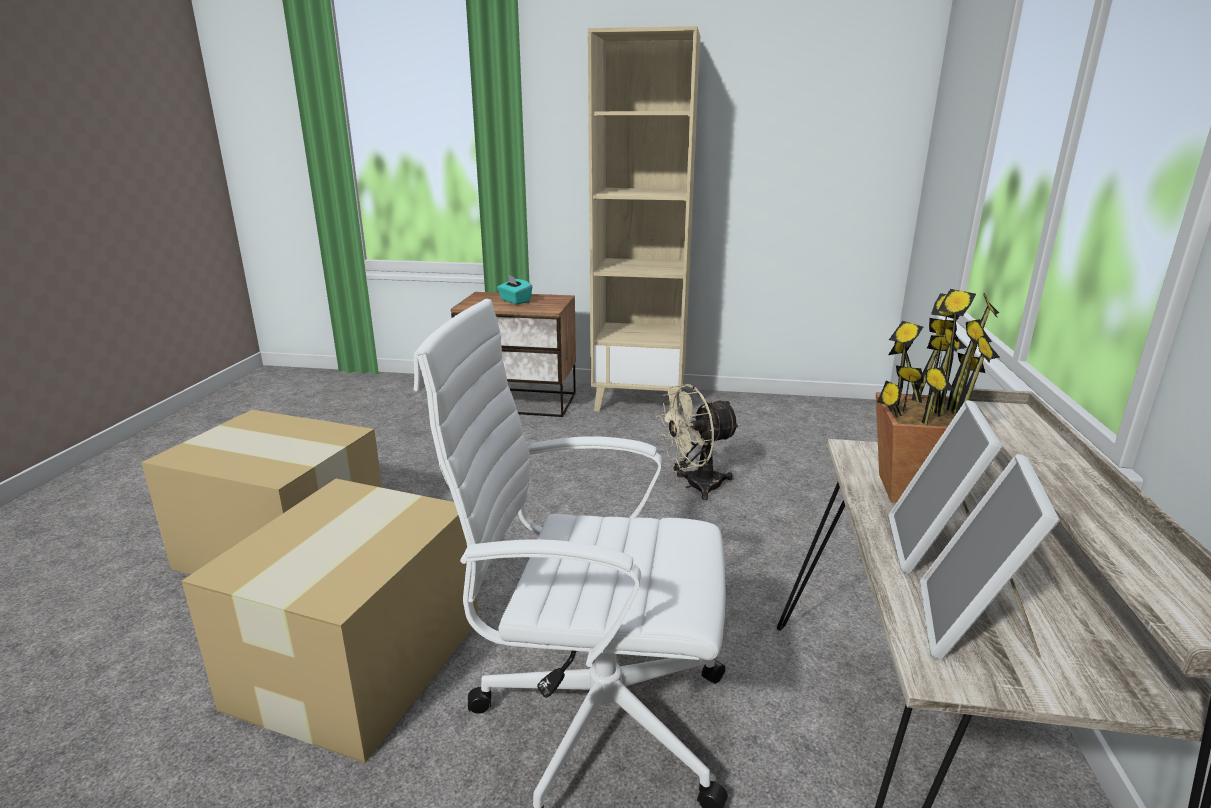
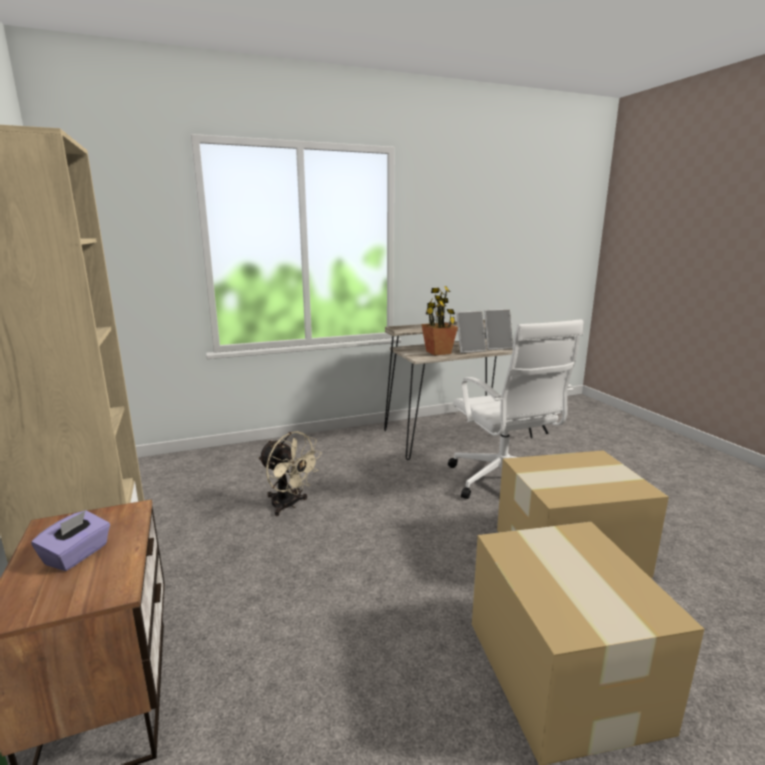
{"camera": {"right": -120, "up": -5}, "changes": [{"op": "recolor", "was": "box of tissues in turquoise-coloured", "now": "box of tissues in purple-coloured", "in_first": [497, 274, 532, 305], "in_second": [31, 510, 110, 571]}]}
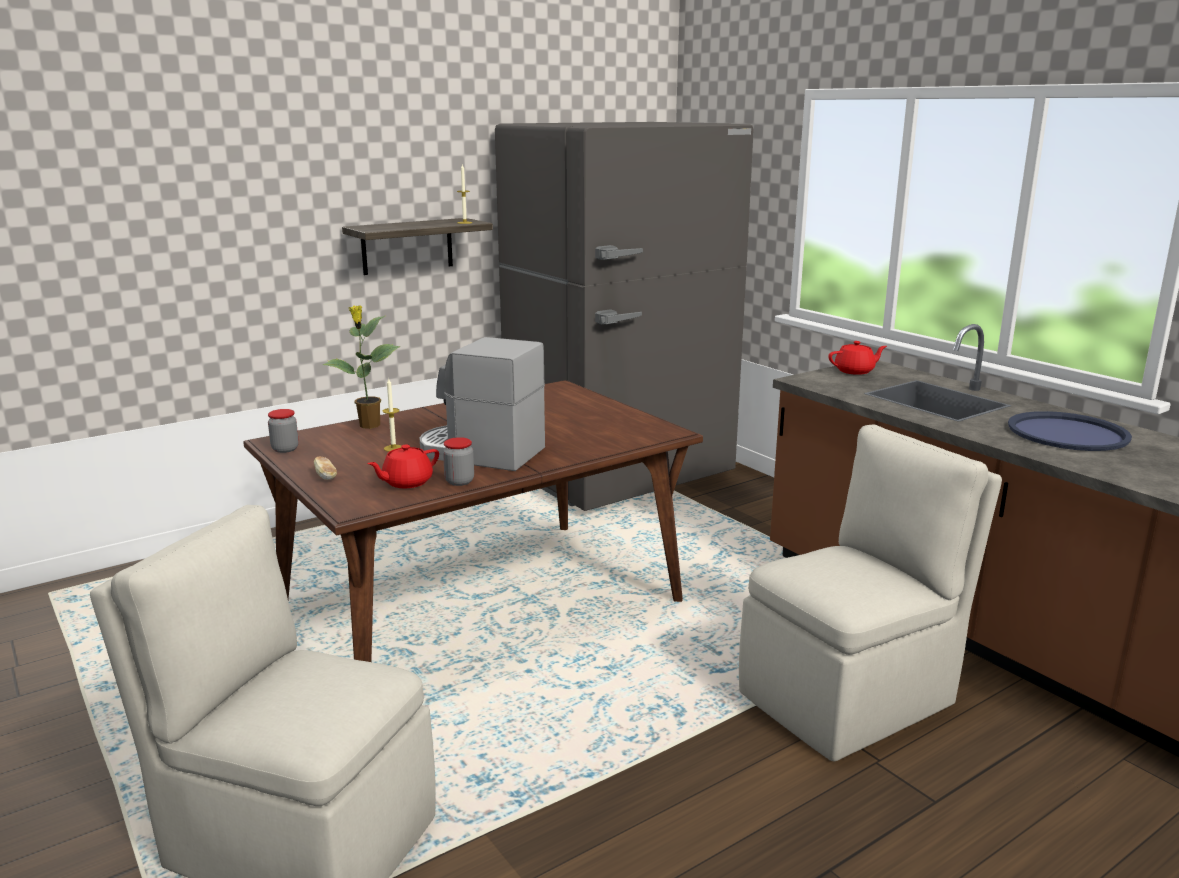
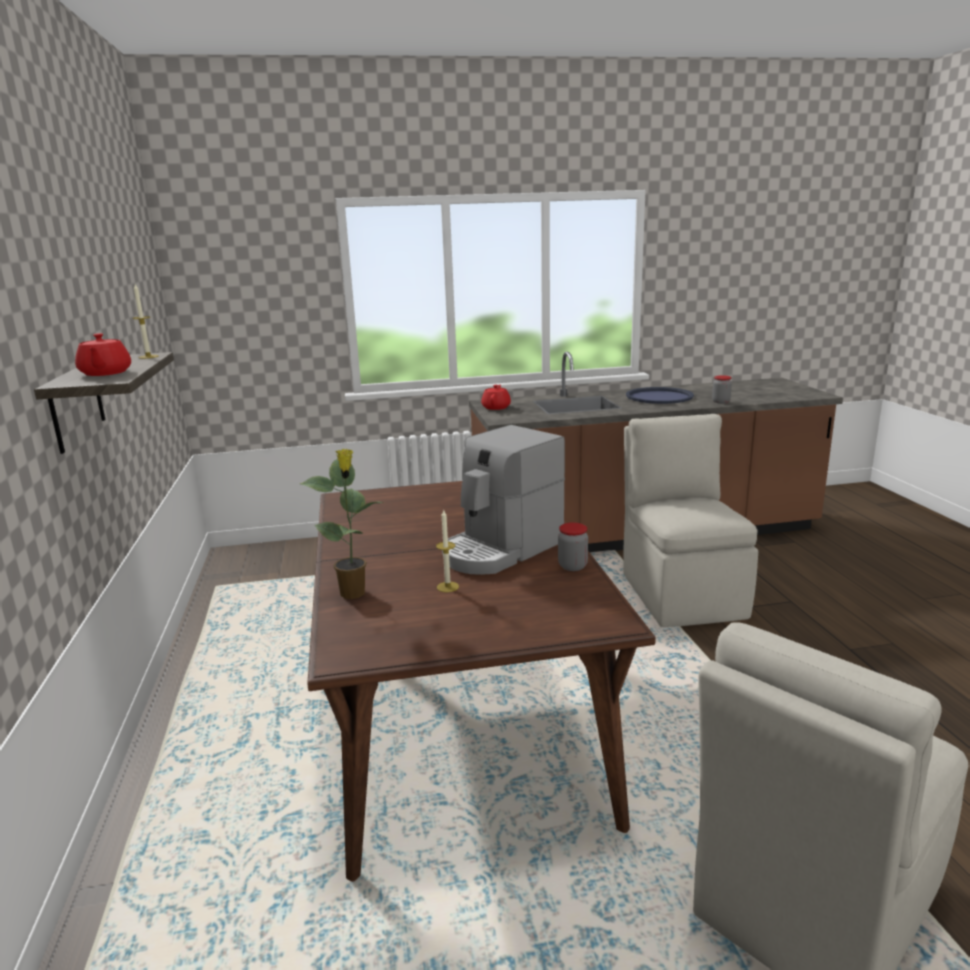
{"camera": {"right": -65, "up": 0}, "changes": [{"op": "delete", "was": "bread", "in_first": [314, 457, 337, 480]}, {"op": "delete", "was": "refrigerator in gray", "in_first": [495, 122, 754, 511]}, {"op": "move", "was": "storage jar", "in_first": [268, 409, 299, 453], "in_second": [712, 375, 732, 404]}, {"op": "move", "was": "pot for tea in red-coloured", "in_first": [367, 444, 439, 488], "in_second": [75, 333, 131, 376]}]}
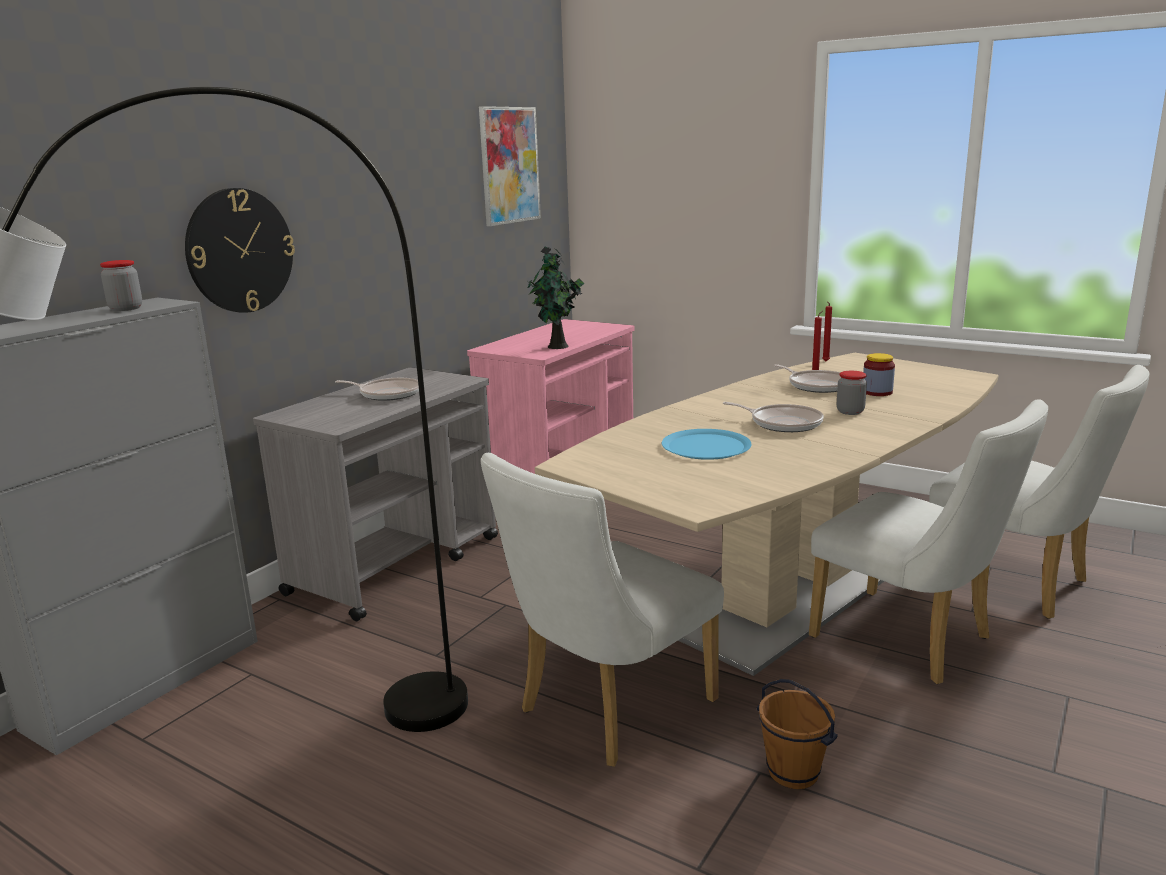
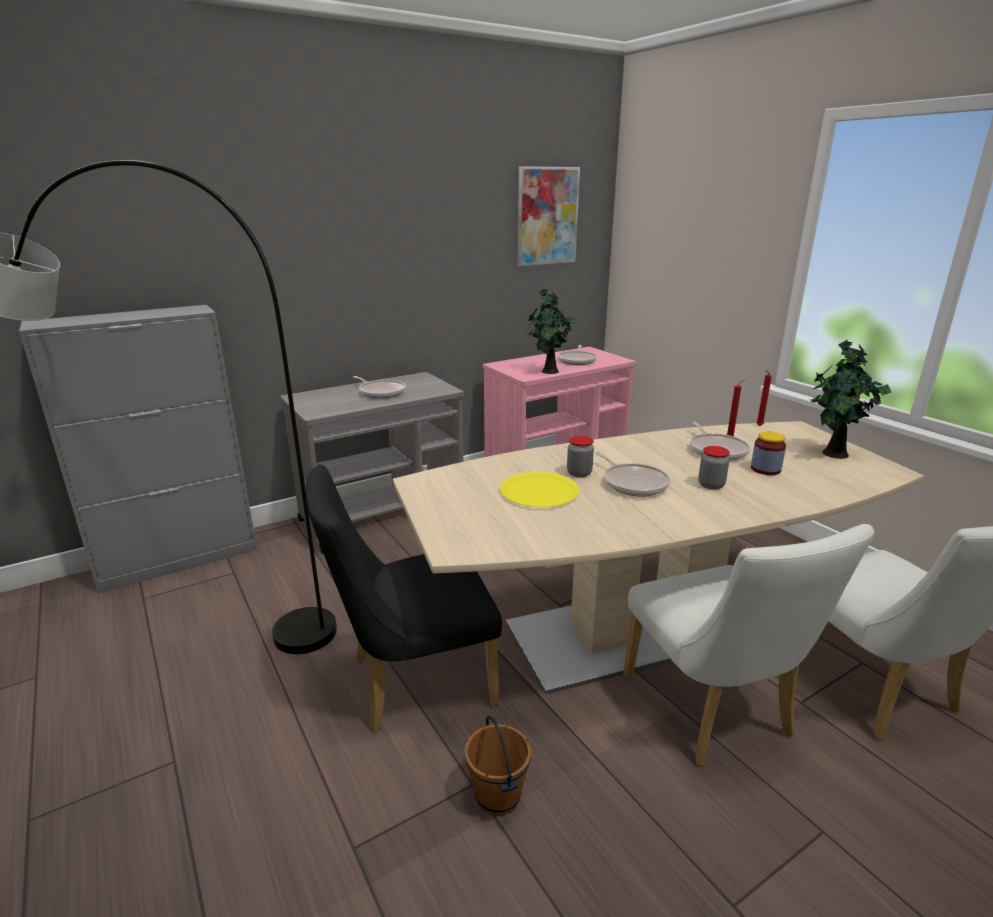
{"camera": {"right": 25, "up": 5}, "changes": [{"op": "delete", "was": "clock on the wall", "in_first": [185, 188, 295, 313]}, {"op": "insert", "now": "skillet", "in_second": [558, 345, 597, 365]}, {"op": "insert", "now": "houseplant", "in_second": [810, 340, 891, 459]}, {"op": "move", "was": "storage jar", "in_first": [100, 260, 142, 311], "in_second": [567, 435, 594, 477]}, {"op": "recolor", "was": "upright chair in white", "now": "upright chair in black", "in_first": [481, 453, 724, 767], "in_second": [306, 464, 502, 733]}, {"op": "recolor", "was": "plate in bluish", "now": "plate in yellow-coloured", "in_first": [662, 429, 752, 460], "in_second": [500, 472, 579, 507]}]}
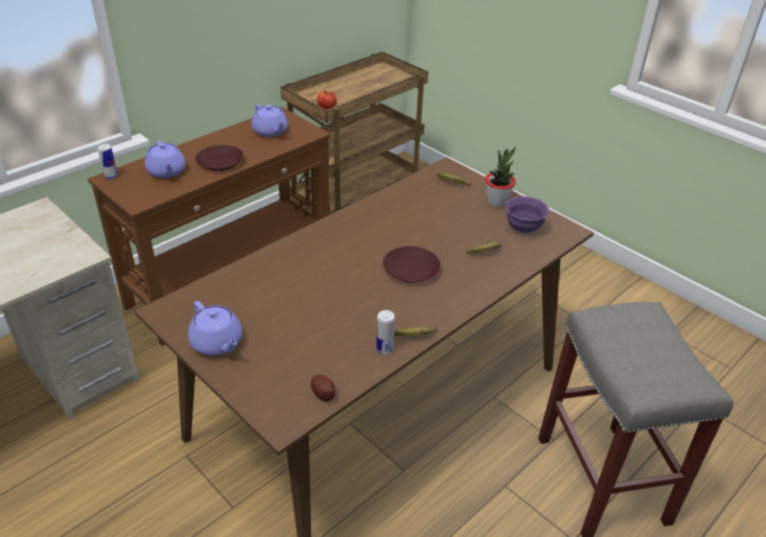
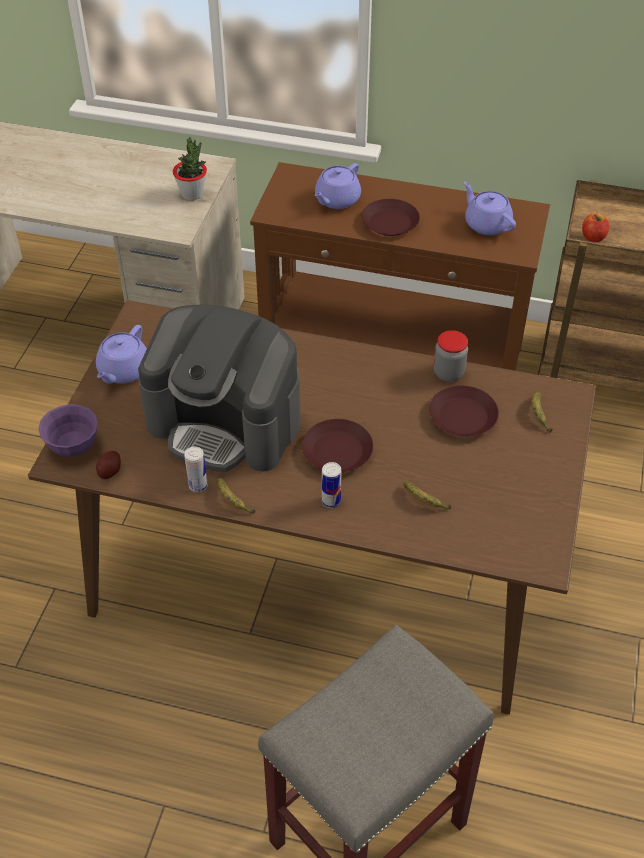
{"camera": {"right": 60, "up": 10}, "changes": [{"op": "insert", "now": "coffee machine", "in_second": [138, 304, 301, 472]}, {"op": "insert", "now": "plate in brown", "in_second": [429, 385, 499, 437]}, {"op": "insert", "now": "storage jar", "in_second": [434, 330, 468, 382]}, {"op": "move", "was": "sealed can", "in_first": [98, 144, 118, 180], "in_second": [322, 462, 341, 508]}, {"op": "move", "was": "houseplant", "in_first": [485, 147, 516, 207], "in_second": [173, 137, 207, 200]}, {"op": "move", "was": "serving bowl in purple-coloured", "in_first": [505, 196, 549, 233], "in_second": [38, 404, 98, 457]}, {"op": "rotate", "was": "pot for tea in purple-coloured", "in_first": [251, 104, 288, 137], "in_second": [464, 181, 516, 235], "clockwise": 120}]}
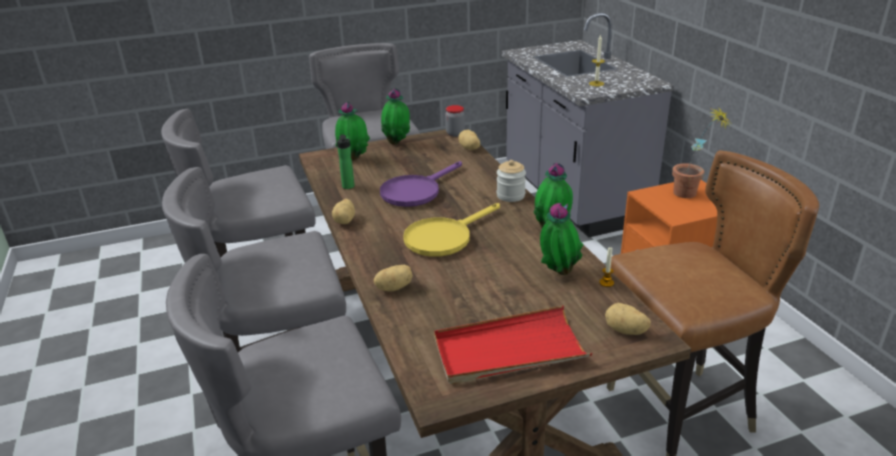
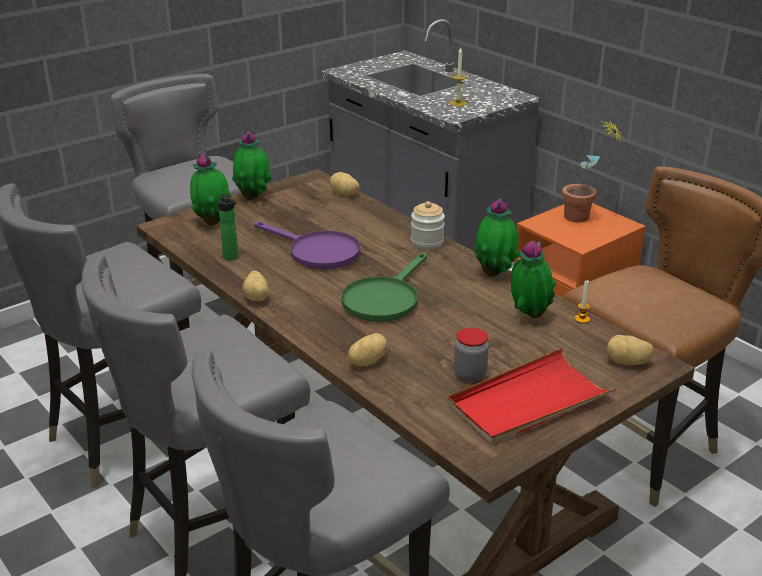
{"camera": {"right": -20, "up": 0}, "changes": [{"op": "move", "was": "storage jar", "in_first": [445, 105, 465, 137], "in_second": [454, 328, 489, 382]}, {"op": "recolor", "was": "skillet in yellow-coloured", "now": "skillet in greenish", "in_first": [403, 203, 500, 257], "in_second": [341, 252, 427, 322]}, {"op": "rotate", "was": "skillet in purple-coloured", "in_first": [380, 161, 462, 207], "in_second": [255, 221, 361, 269], "clockwise": -75}]}
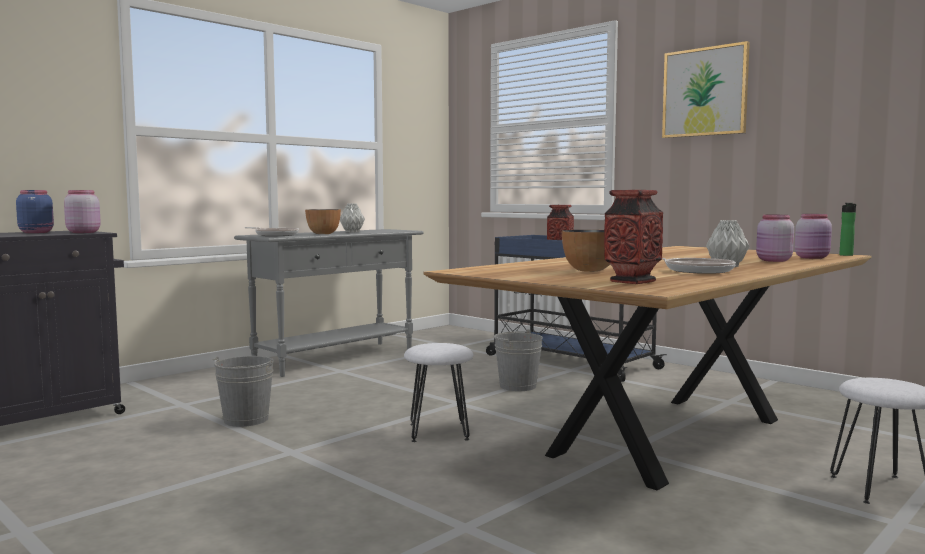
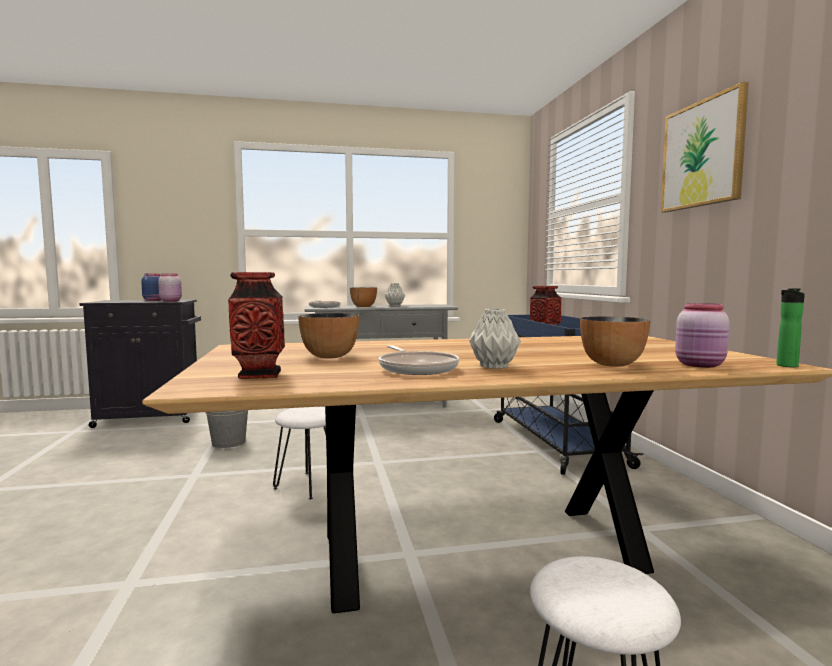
{"camera": {"right": 35, "up": 0}, "changes": [{"op": "delete", "was": "pail in gray", "in_first": [494, 329, 543, 391]}, {"op": "replace", "was": "storage jar in pink", "now": "serving bowl", "in_first": [756, 215, 794, 262], "in_second": [580, 316, 650, 367]}]}
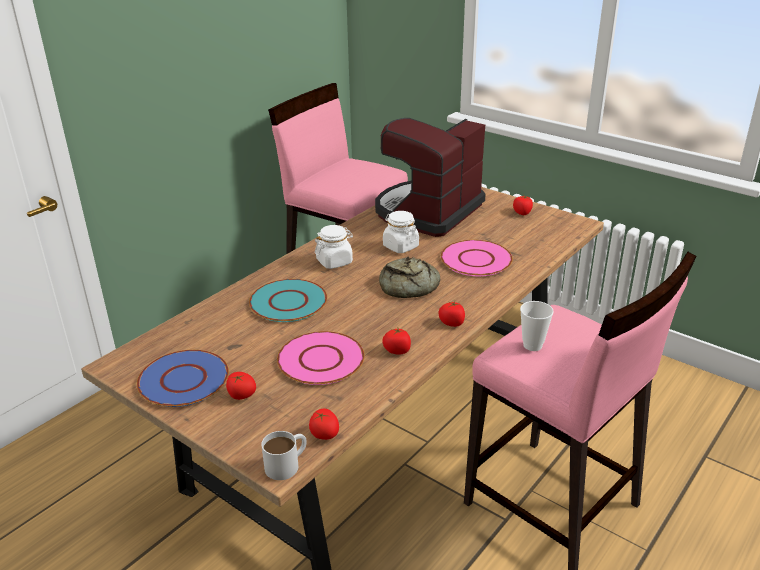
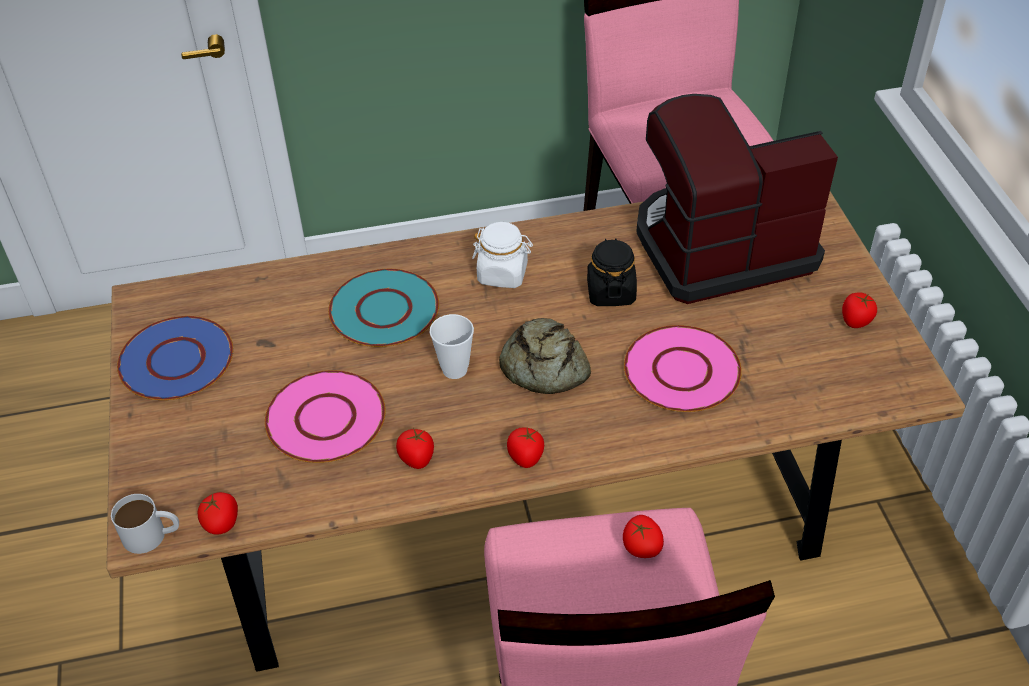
{"camera": {"right": 40, "up": 15}, "changes": [{"op": "move", "was": "whole tomato", "in_first": [226, 372, 256, 400], "in_second": [623, 515, 664, 558]}, {"op": "move", "was": "small cup", "in_first": [520, 301, 554, 351], "in_second": [429, 314, 474, 379]}, {"op": "recolor", "was": "storage jar in white", "now": "storage jar in black", "in_first": [383, 211, 419, 253], "in_second": [587, 238, 637, 306]}]}
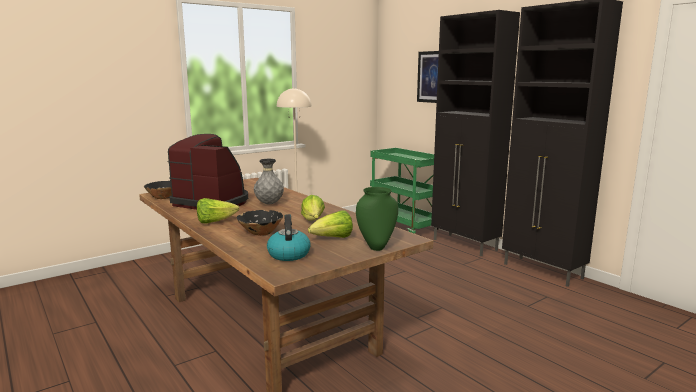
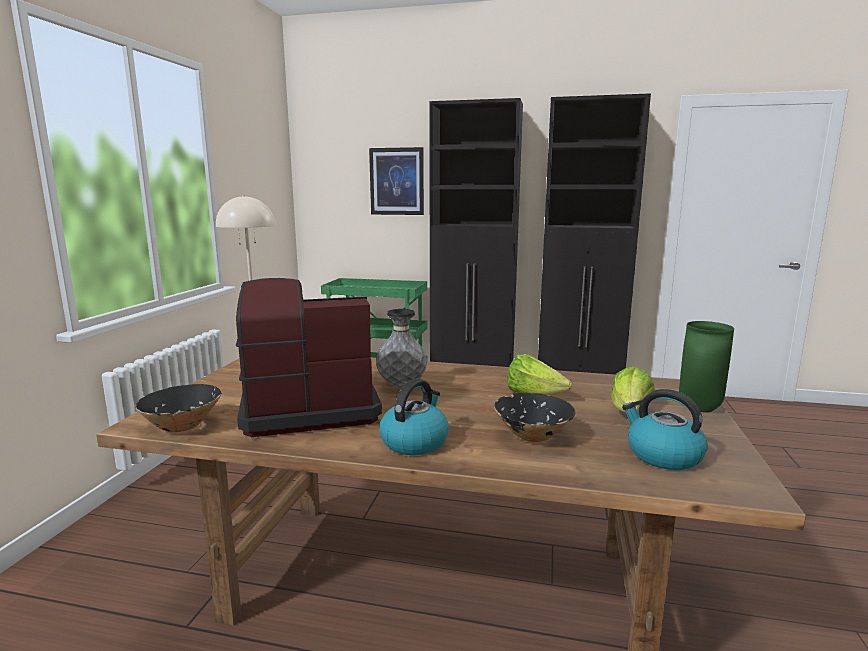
{"camera": {"right": -40, "up": 0}, "changes": [{"op": "replace", "was": "lettuce", "now": "tea kettle", "in_first": [197, 198, 239, 223], "in_second": [379, 379, 449, 455]}]}
